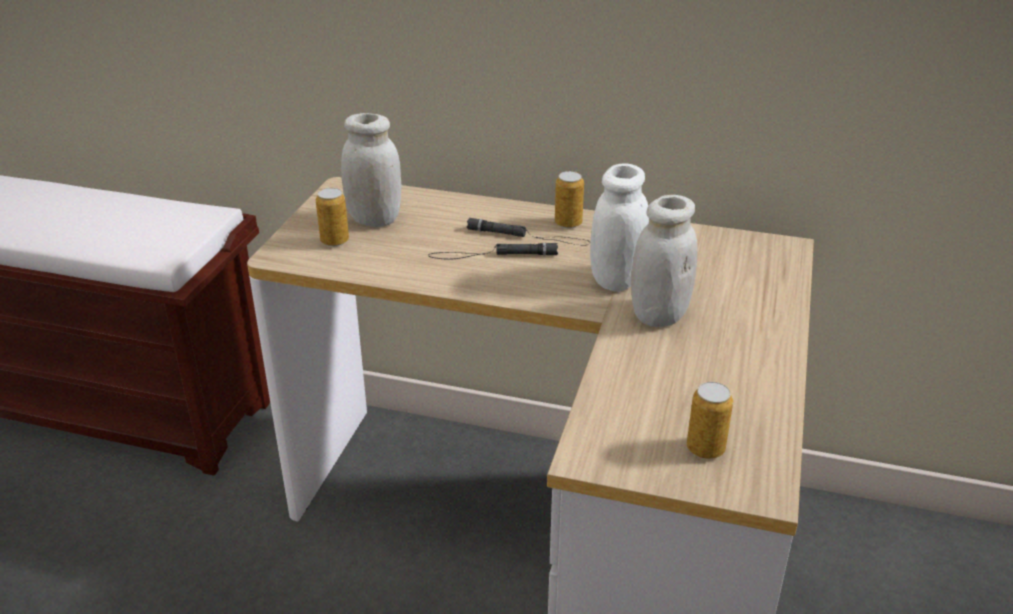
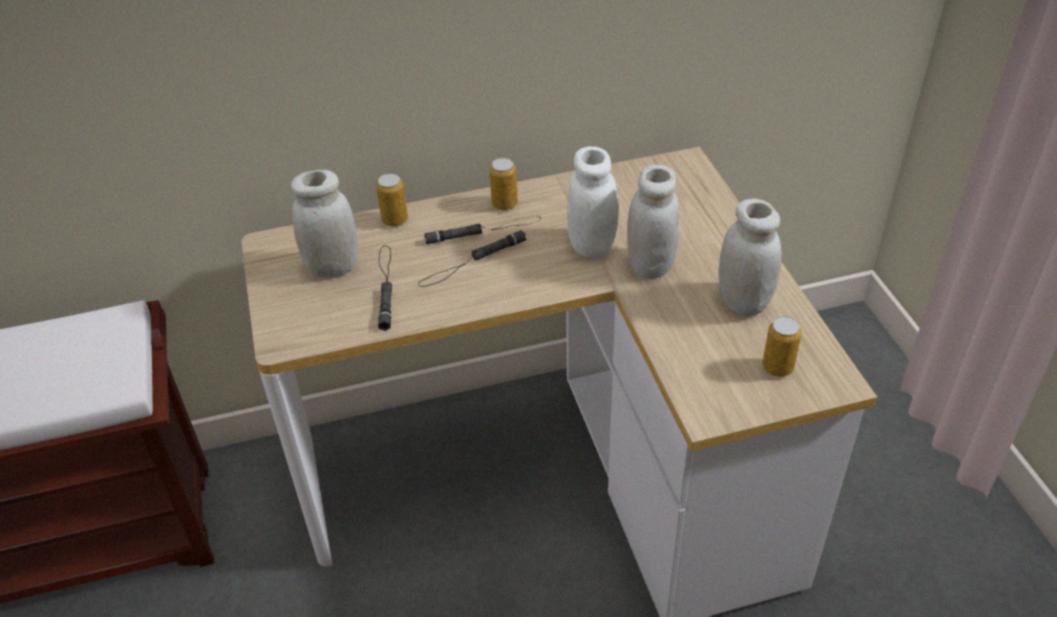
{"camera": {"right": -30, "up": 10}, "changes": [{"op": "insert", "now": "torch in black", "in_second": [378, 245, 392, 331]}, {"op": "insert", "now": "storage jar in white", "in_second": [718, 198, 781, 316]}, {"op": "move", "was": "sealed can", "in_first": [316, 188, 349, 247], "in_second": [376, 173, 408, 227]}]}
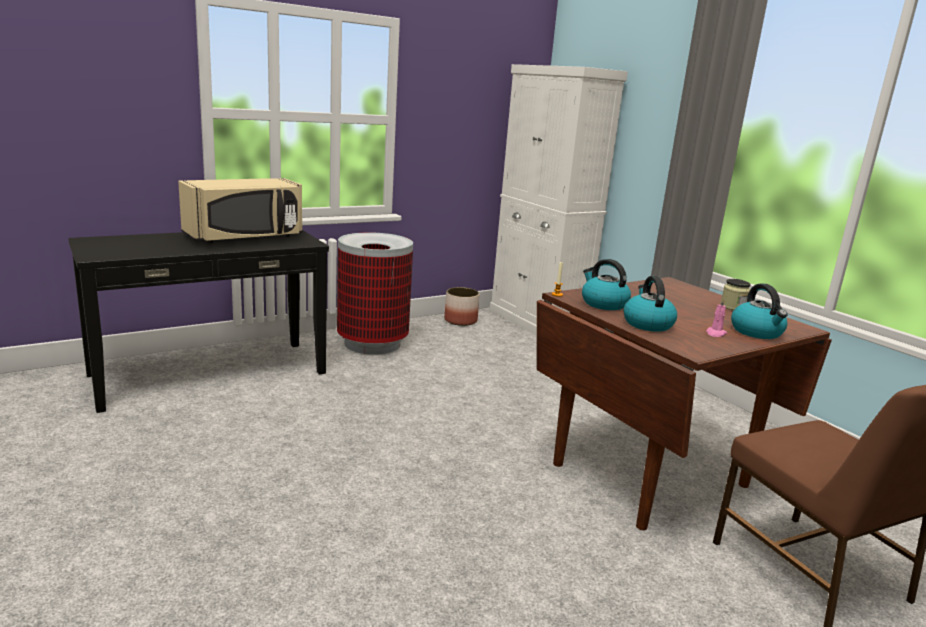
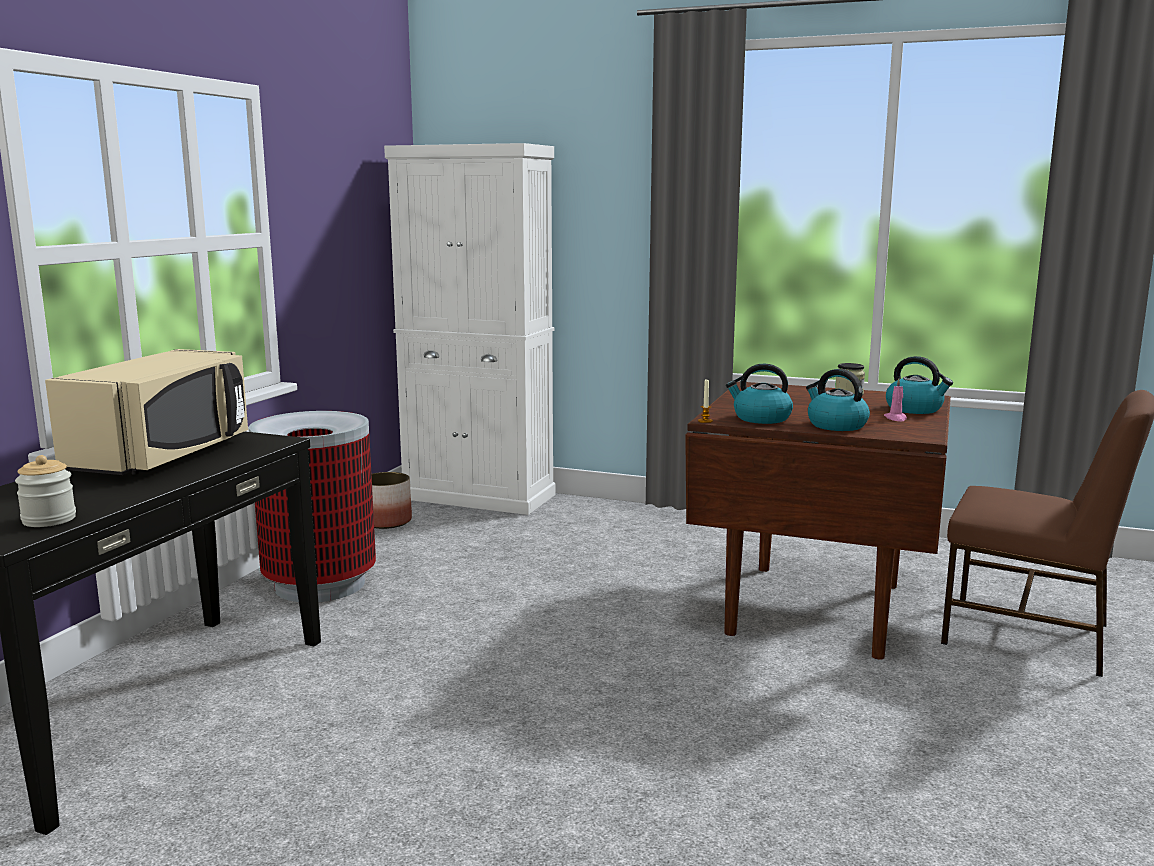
{"camera": {"right": -35, "up": -5}, "changes": [{"op": "insert", "now": "storage jar", "in_second": [15, 455, 76, 527]}]}
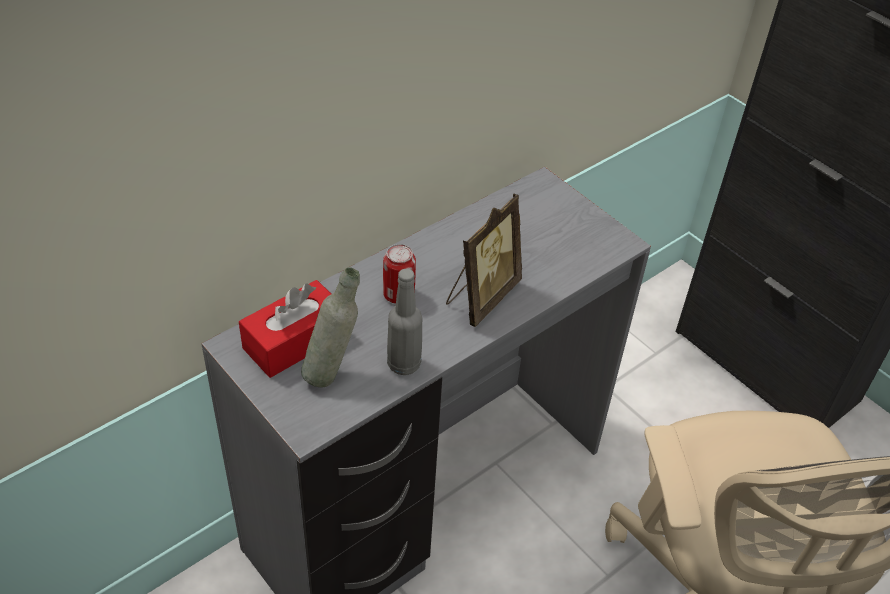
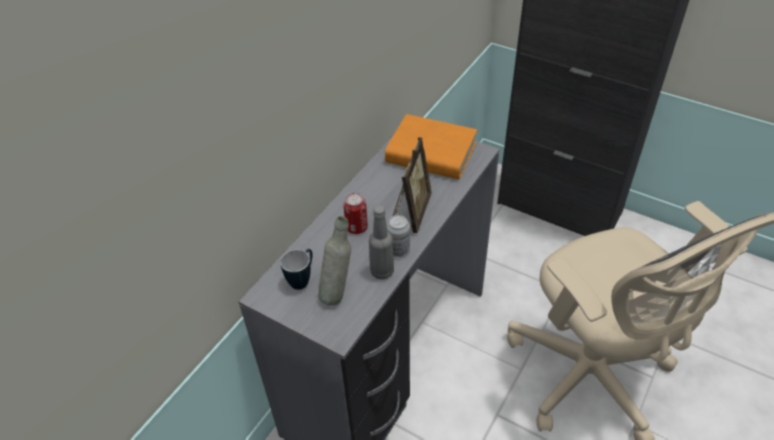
{"camera": {"right": -15, "up": 0}, "changes": [{"op": "insert", "now": "volume in orange-coloured", "in_second": [385, 114, 478, 180]}, {"op": "insert", "now": "sealed can", "in_second": [387, 215, 410, 257]}, {"op": "replace", "was": "box of tissues in red-coloured", "now": "mug", "in_first": [239, 280, 331, 378], "in_second": [280, 249, 312, 290]}]}
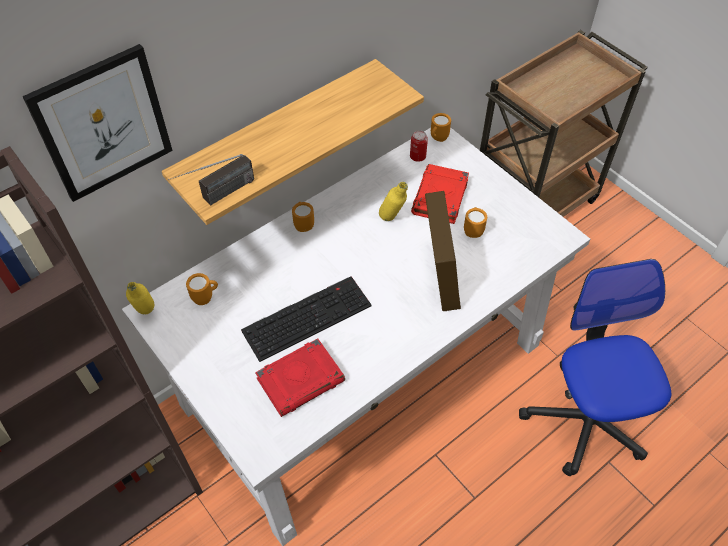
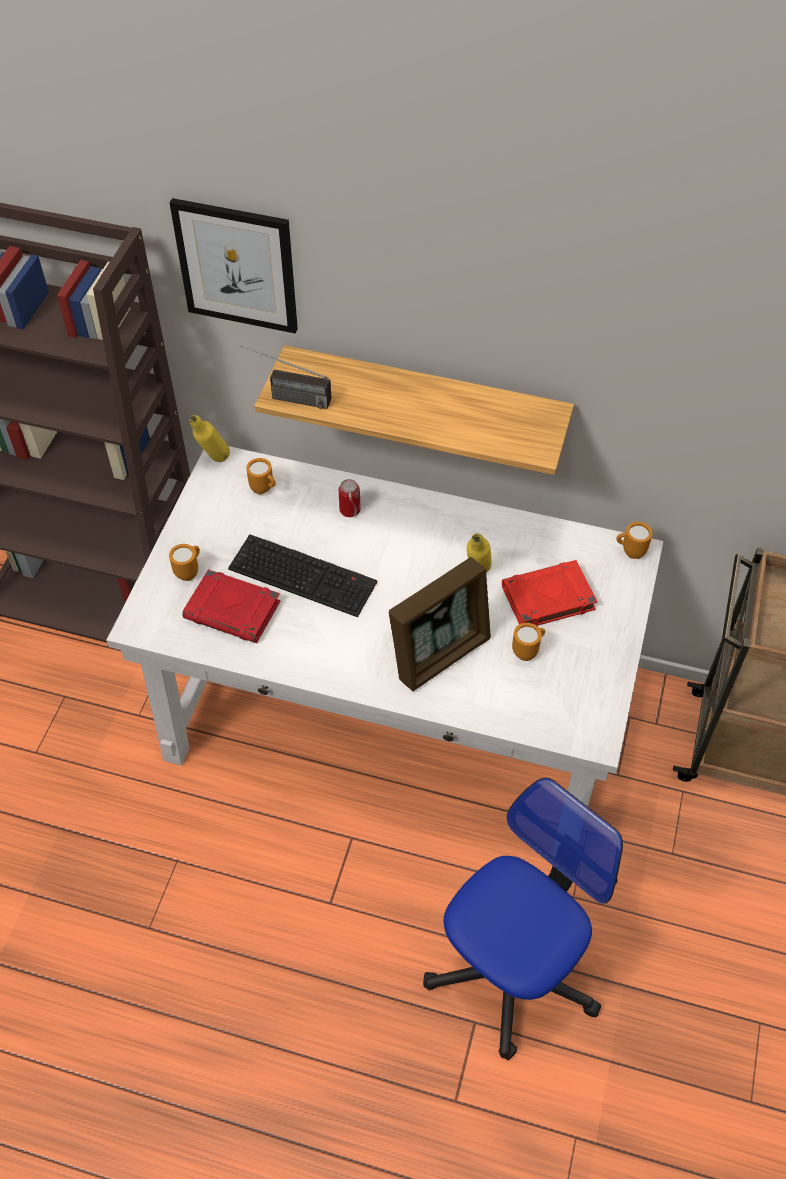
{"camera": {"right": 55, "up": 0}, "changes": [{"op": "move", "was": "mug in orange-coloured", "in_first": [292, 202, 314, 232], "in_second": [169, 544, 200, 581]}, {"op": "move", "was": "sealed can", "in_first": [410, 130, 428, 162], "in_second": [339, 479, 361, 517]}]}
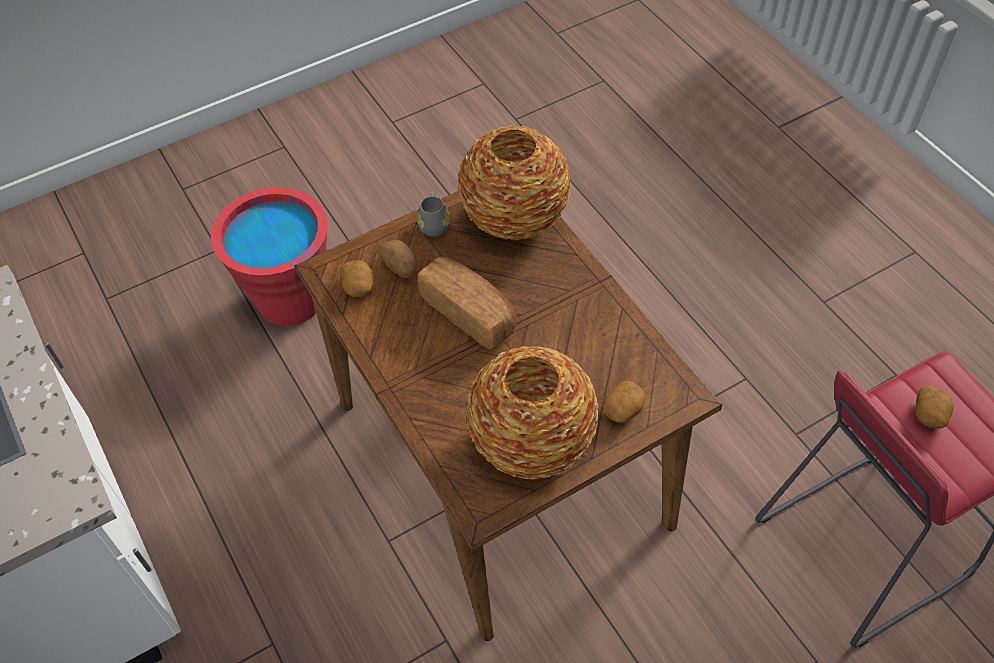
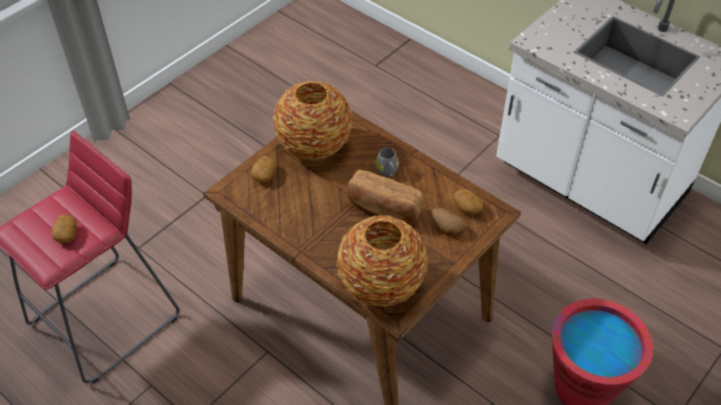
{"camera": {"right": 160, "up": -5}, "changes": [{"op": "move", "was": "mug in gray", "in_first": [417, 192, 450, 237], "in_second": [375, 147, 399, 177]}]}
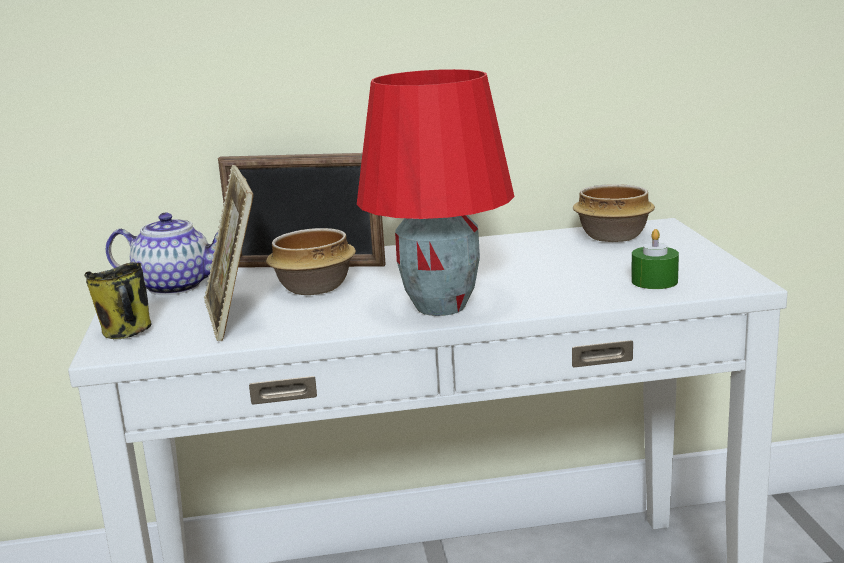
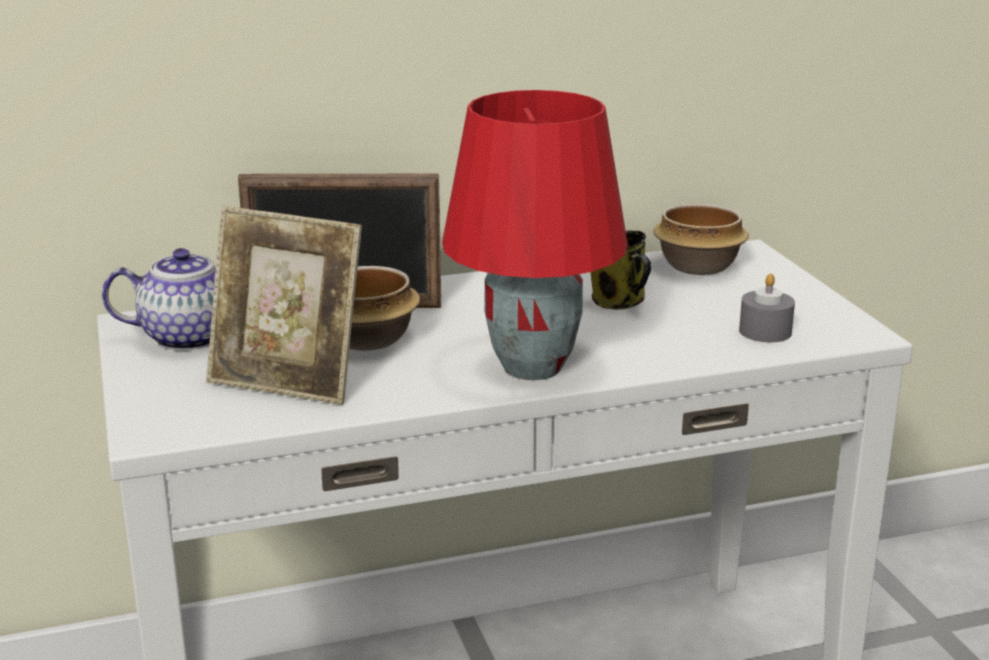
{"camera": {"right": -10, "up": 5}, "changes": [{"op": "move", "was": "mug", "in_first": [84, 262, 152, 339], "in_second": [591, 230, 651, 310]}, {"op": "recolor", "was": "wax light in greenish", "now": "wax light in gray", "in_first": [631, 229, 679, 289], "in_second": [739, 273, 795, 342]}, {"op": "rotate", "was": "standing frame", "in_first": [204, 165, 254, 341], "in_second": [206, 206, 362, 405], "clockwise": -45}]}
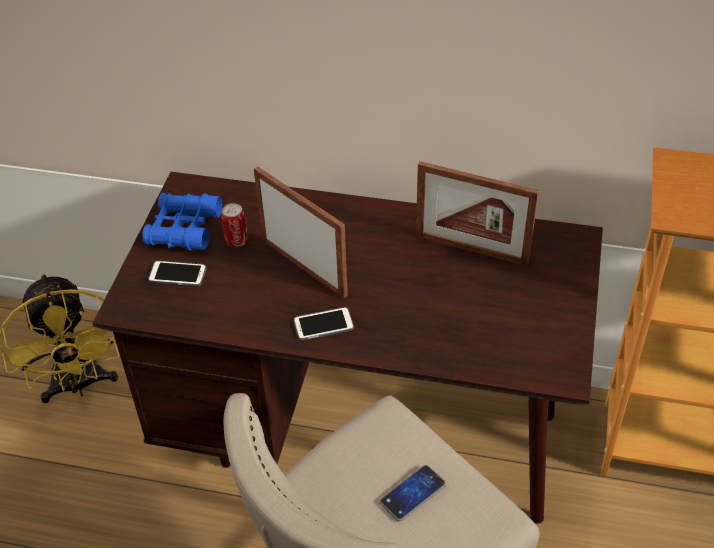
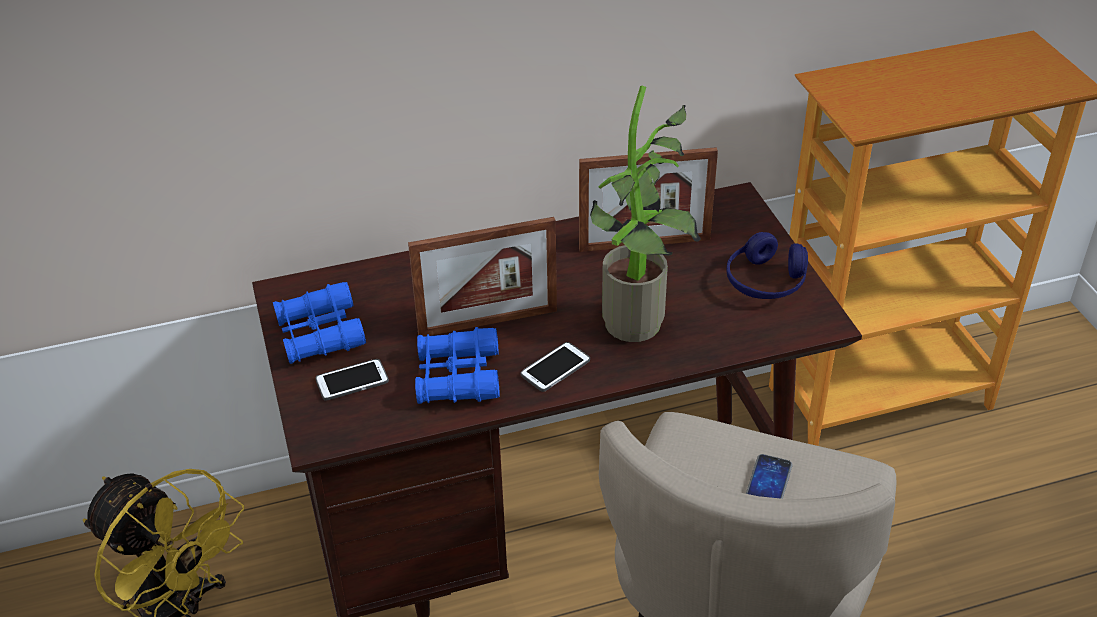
{"camera": {"right": -30, "up": -5}, "changes": [{"op": "delete", "was": "sealed can", "in_first": [221, 203, 247, 247]}, {"op": "insert", "now": "field glasses in bluish", "in_second": [415, 327, 499, 404]}, {"op": "insert", "now": "houseplant", "in_second": [590, 86, 701, 342]}, {"op": "insert", "now": "headset in bluish", "in_second": [726, 232, 808, 299]}, {"op": "rotate", "was": "standing frame", "in_first": [254, 167, 348, 298], "in_second": [408, 217, 557, 337], "clockwise": 150}]}
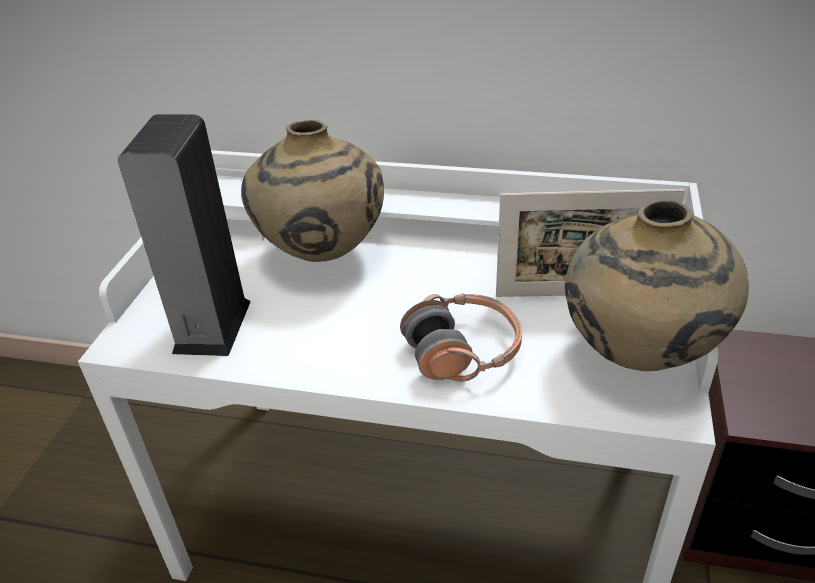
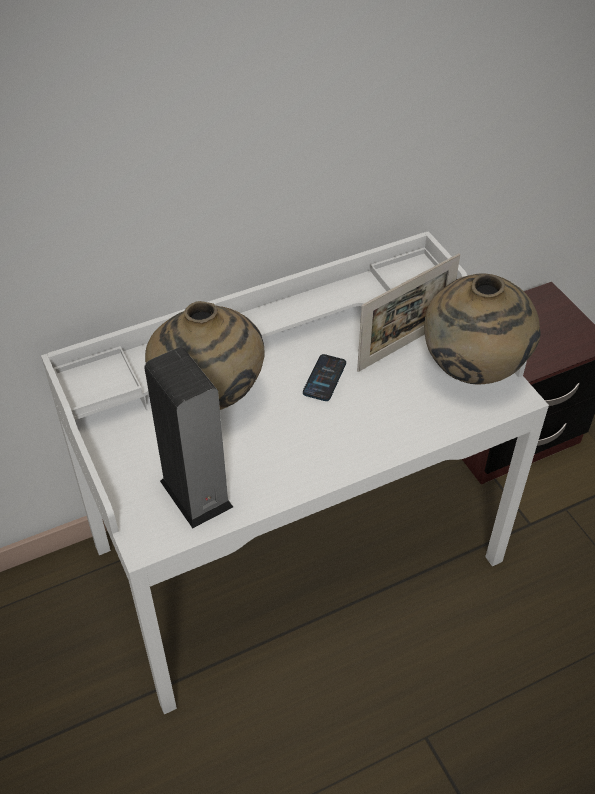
{"camera": {"right": -40, "up": 10}, "changes": [{"op": "delete", "was": "headset", "in_first": [400, 293, 522, 381]}, {"op": "insert", "now": "phone", "in_second": [303, 354, 346, 401]}]}
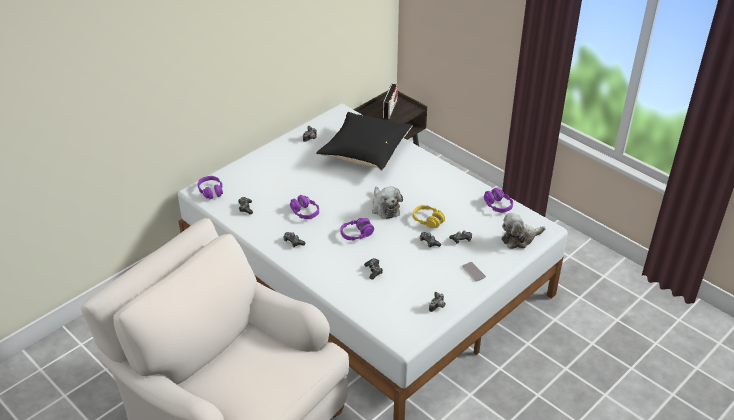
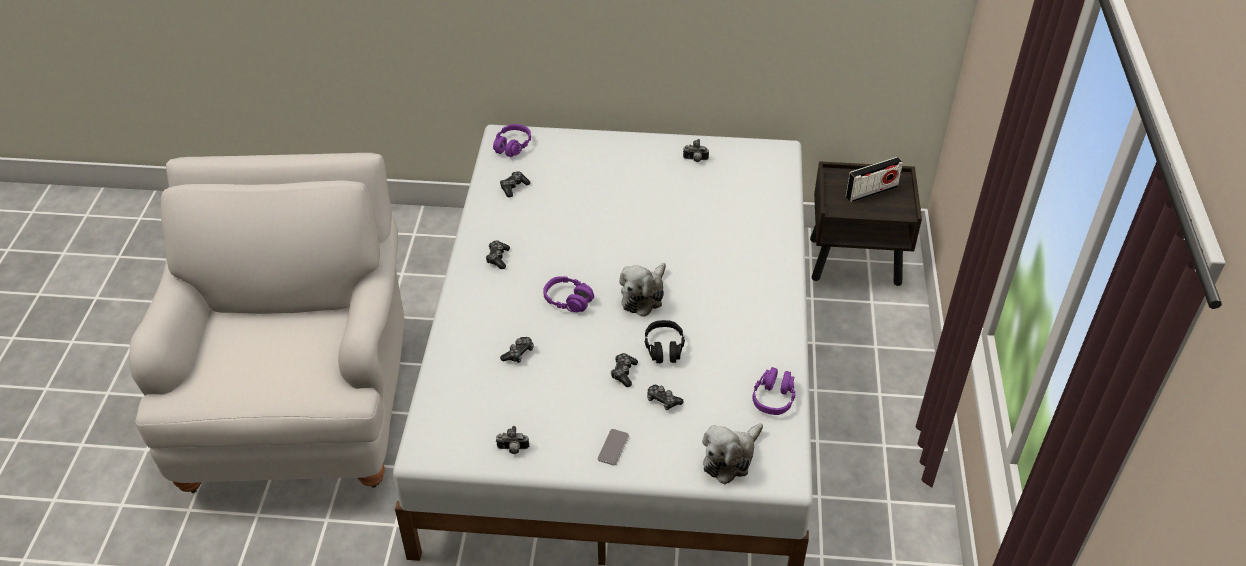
{"camera": {"right": 50, "up": 5}, "changes": [{"op": "delete", "was": "headset in purple-coloured", "in_first": [290, 195, 319, 219]}, {"op": "delete", "was": "cushion in black", "in_first": [316, 112, 413, 171]}, {"op": "recolor", "was": "headset in yellow-coloured", "now": "headset in black", "in_first": [413, 205, 445, 228], "in_second": [645, 320, 685, 364]}, {"op": "rotate", "was": "cuddly toy", "in_first": [501, 213, 546, 249], "in_second": [702, 423, 763, 485], "clockwise": -75}]}
